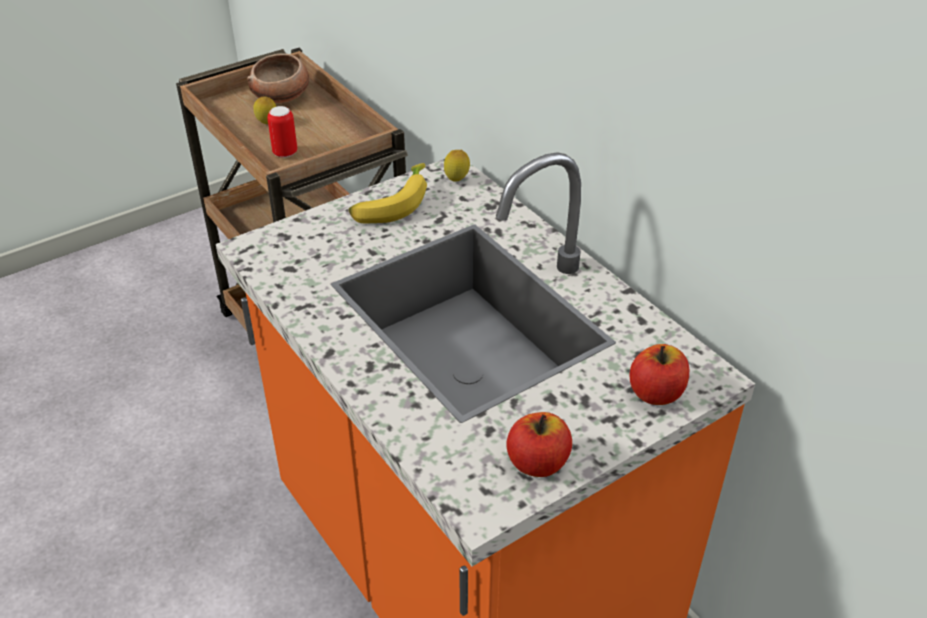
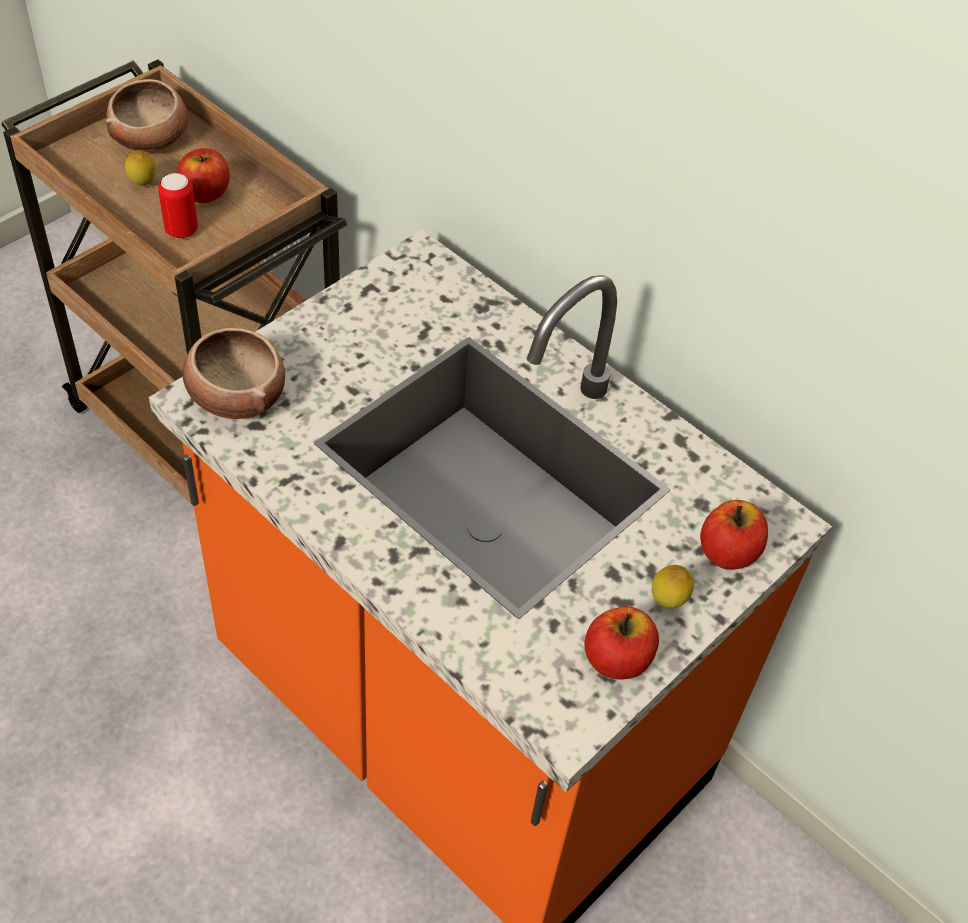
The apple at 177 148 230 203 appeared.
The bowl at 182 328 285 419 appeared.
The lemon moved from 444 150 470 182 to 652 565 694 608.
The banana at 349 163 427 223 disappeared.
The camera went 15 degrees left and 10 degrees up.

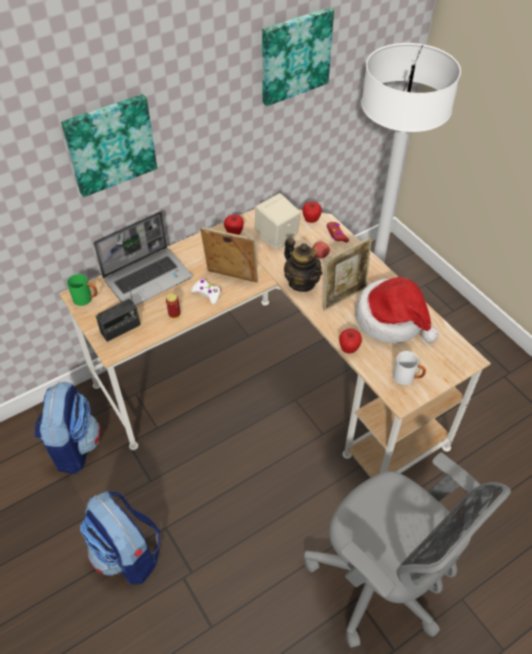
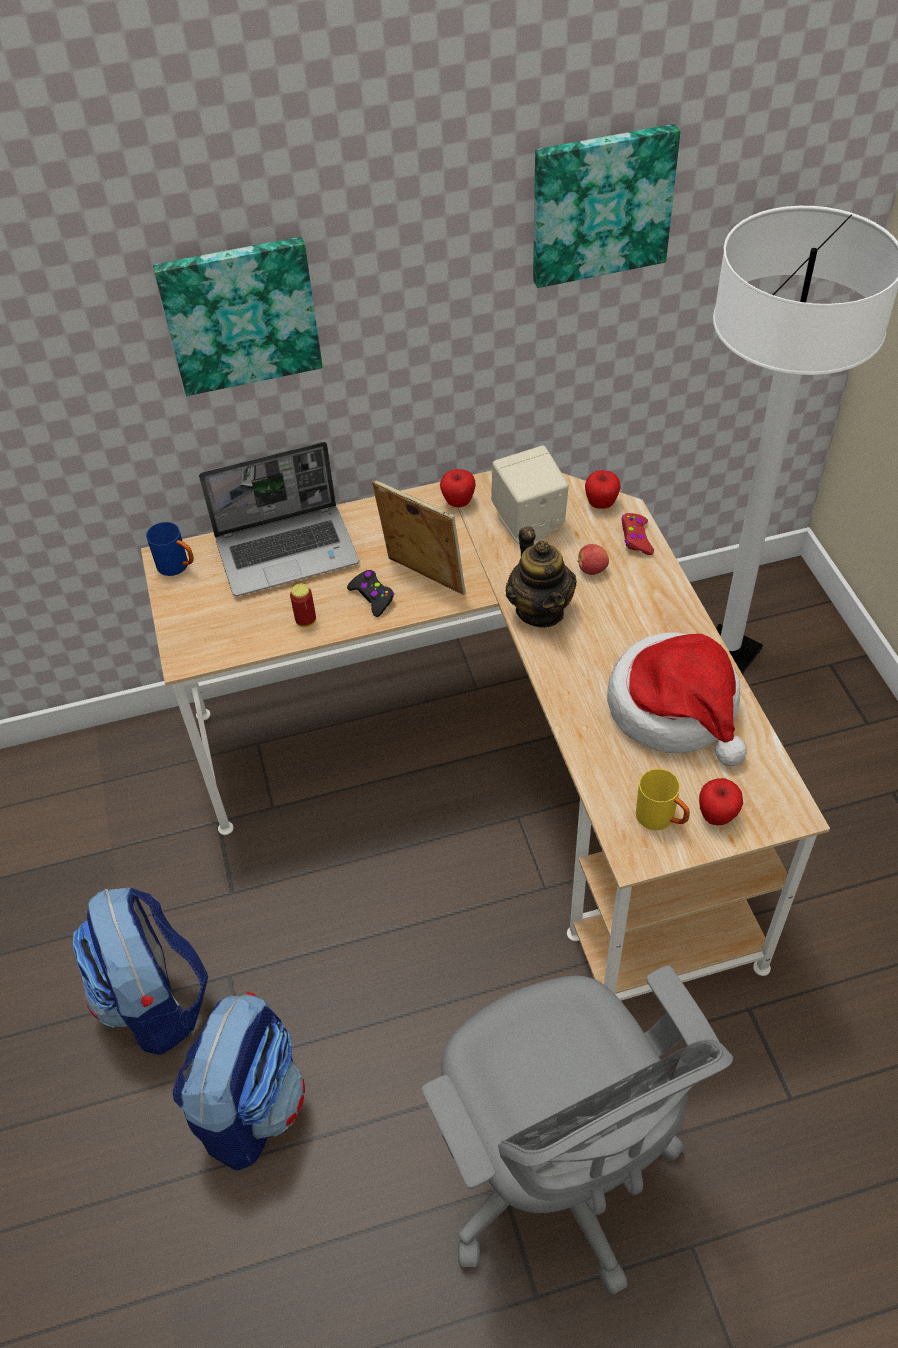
The tea mug/greenish at 67 274 98 306 became the tea mug/bluish at 146 522 194 576.
The knapsack moved from 35 382 101 474 to 173 992 305 1170.
The game controller/white at 191 279 221 304 became the game controller/black-coloured at 347 570 394 617.
The tea mug/white at 393 351 426 385 became the tea mug/yellow-coloured at 636 769 690 831.
The apple moved from 339 328 362 354 to 699 778 743 825.
The radio set at 96 288 141 342 disappeared.
The standing frame at 323 237 372 311 disappeared.
The camera went 20 degrees right and 0 degrees up.

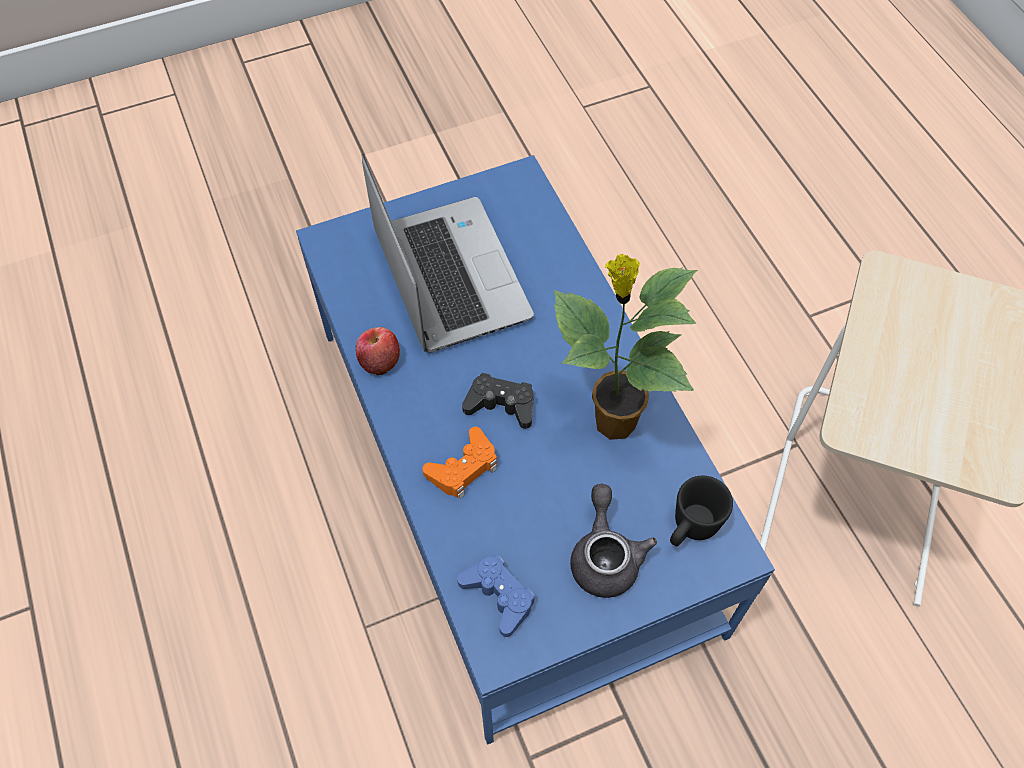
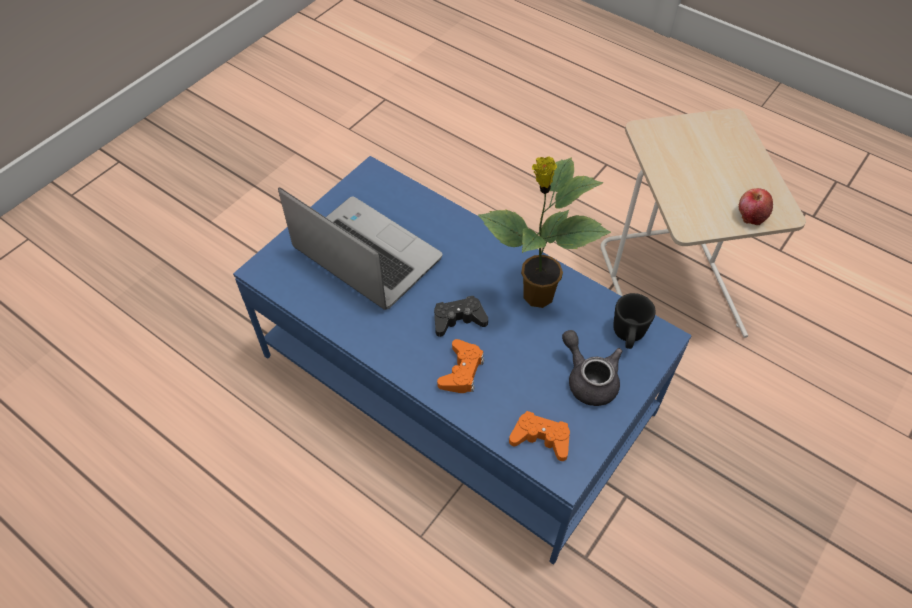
The game controller/bluish at 457 555 535 637 became the game controller/orangey at 509 411 570 461.
The apple moved from 355 327 400 376 to 739 188 773 225.
The camera went 30 degrees left and 5 degrees down.

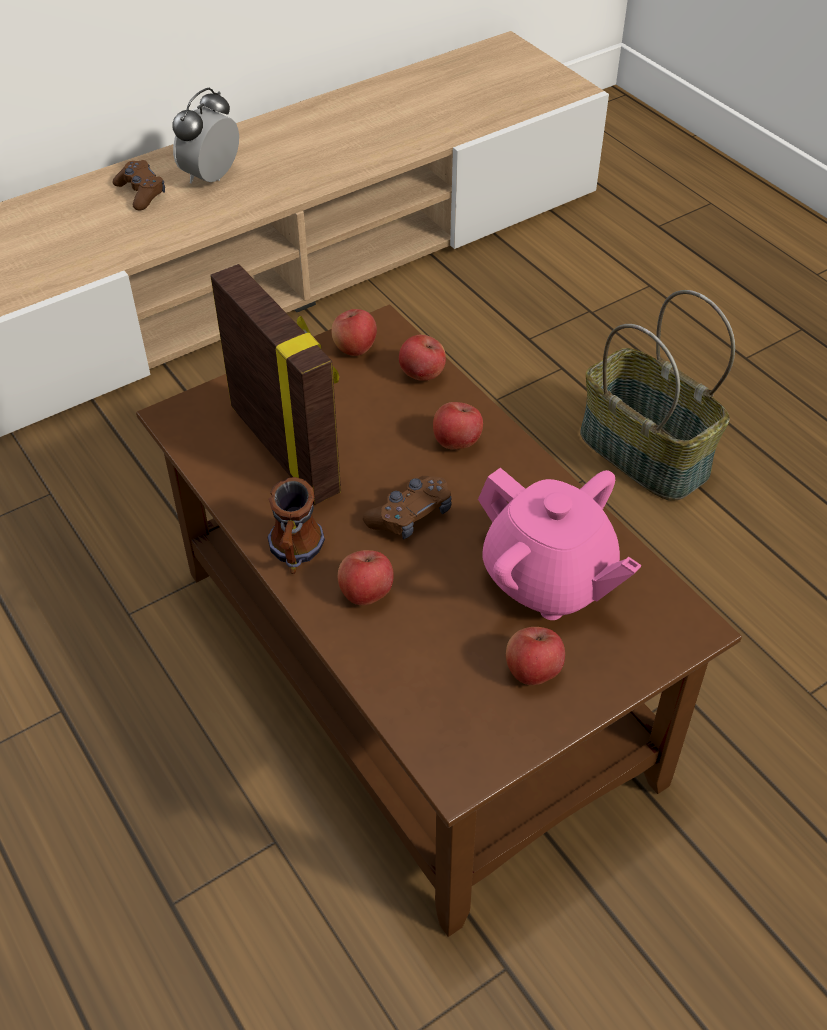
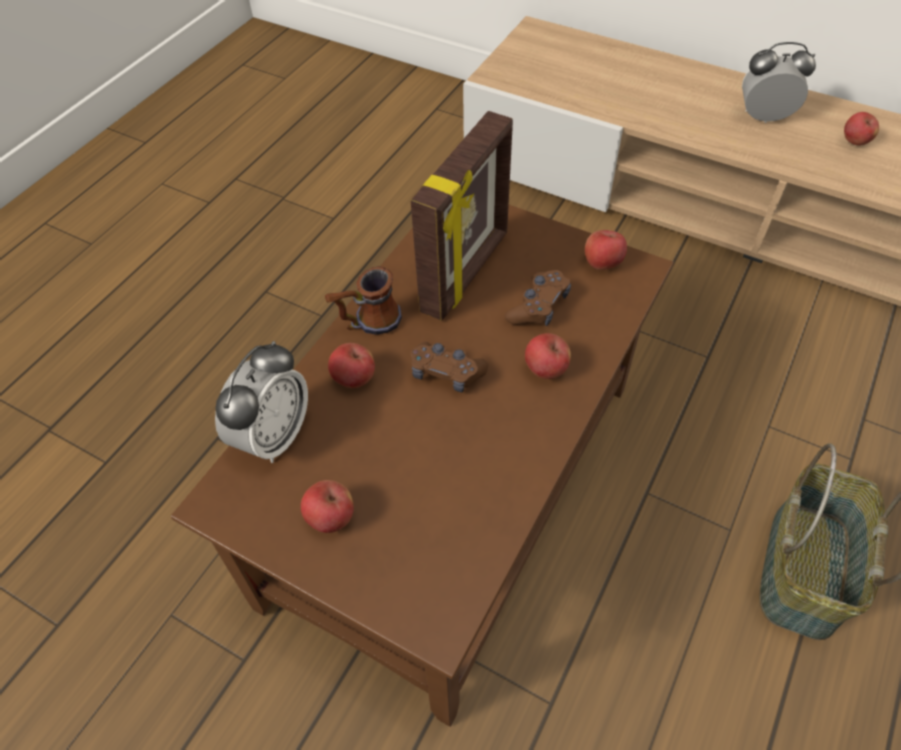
The bedside clock at 215 341 308 463 appeared.
The game controller/brown moved from 112 160 165 211 to 505 270 571 326.
The apple moved from 399 335 446 381 to 844 112 879 146.
The pot for tea/pink at 478 468 641 620 disappeared.
The camera went 65 degrees right and 5 degrees up.

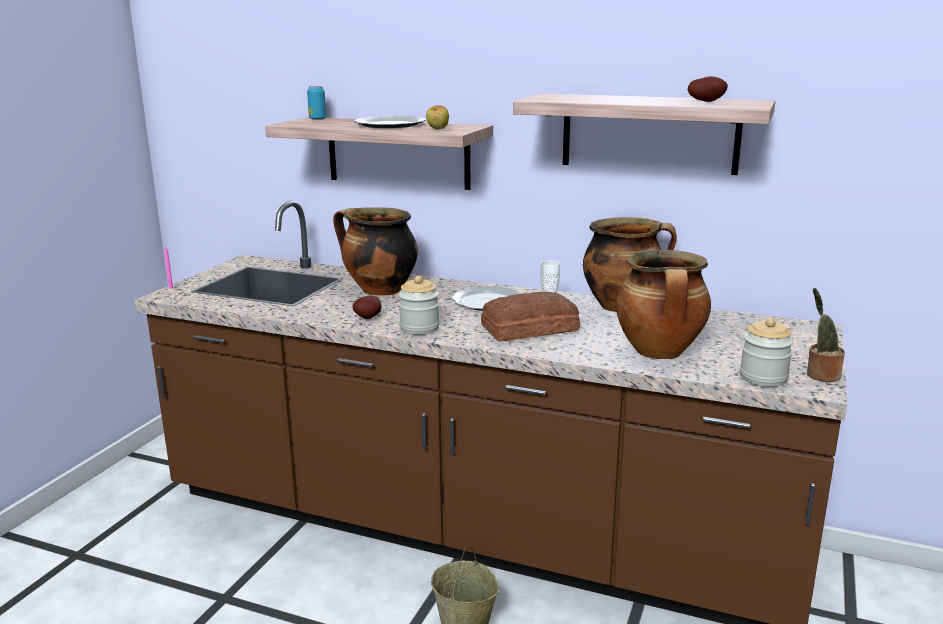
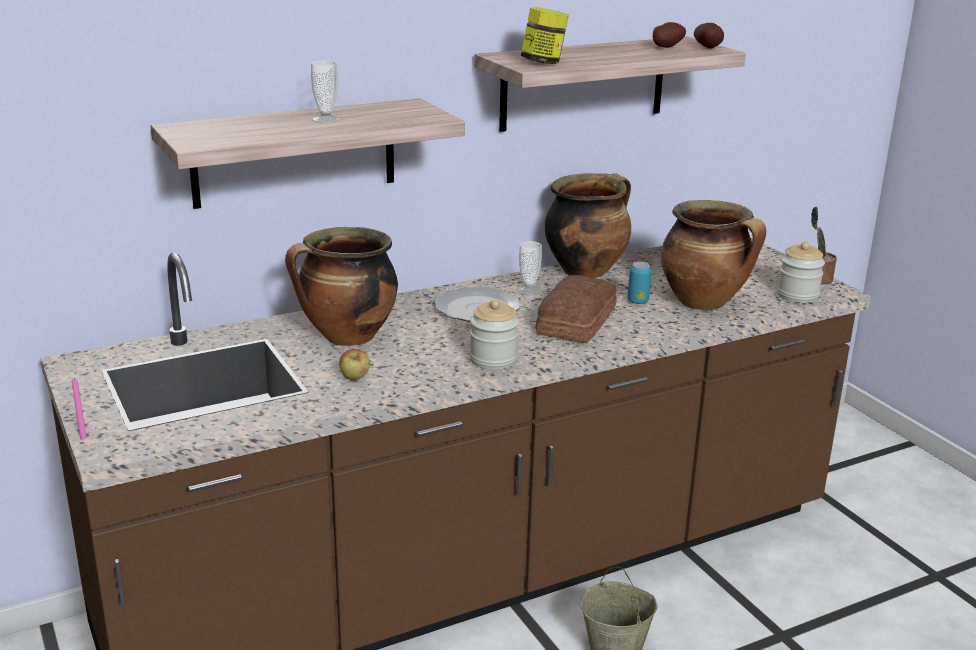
The dinner plate at 354 116 426 128 was replaced by the cup at 311 61 340 123.
The apple moved from 426 105 449 130 to 339 349 370 380.
The jar at 521 7 569 64 appeared.
The metal can moved from 307 86 326 120 to 628 262 652 304.
The potato moved from 352 296 381 319 to 694 23 724 49.
The camera went 50 degrees left and 5 degrees up.

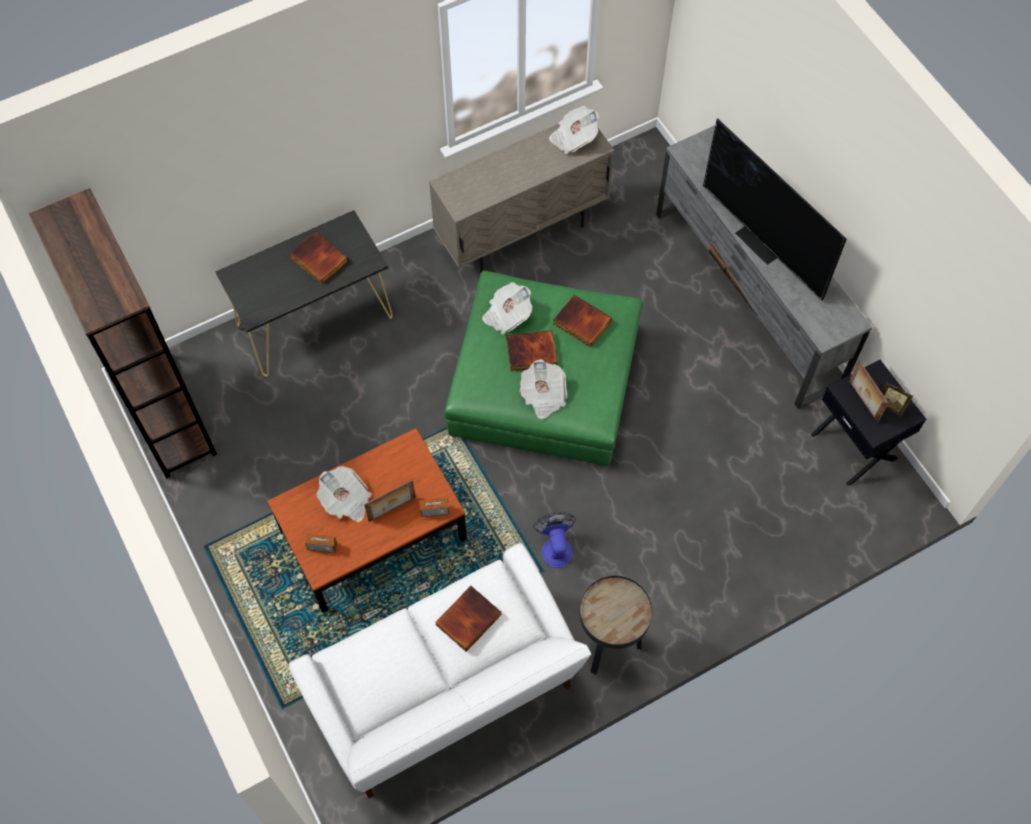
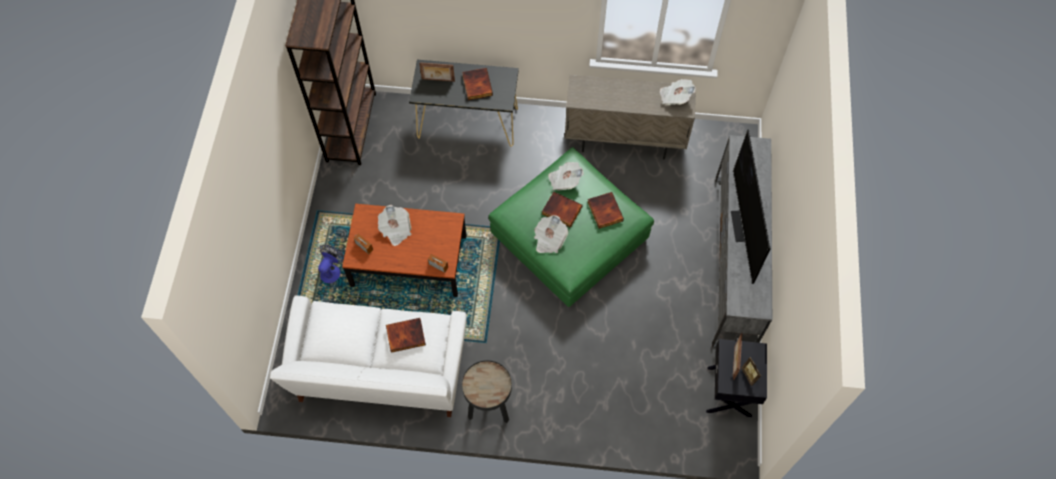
The cooling fan moved from 533 512 576 568 to 318 245 344 283.
The standing frame moved from 364 479 416 522 to 419 62 455 82.
The camera went 35 degrees right and 0 degrees up.

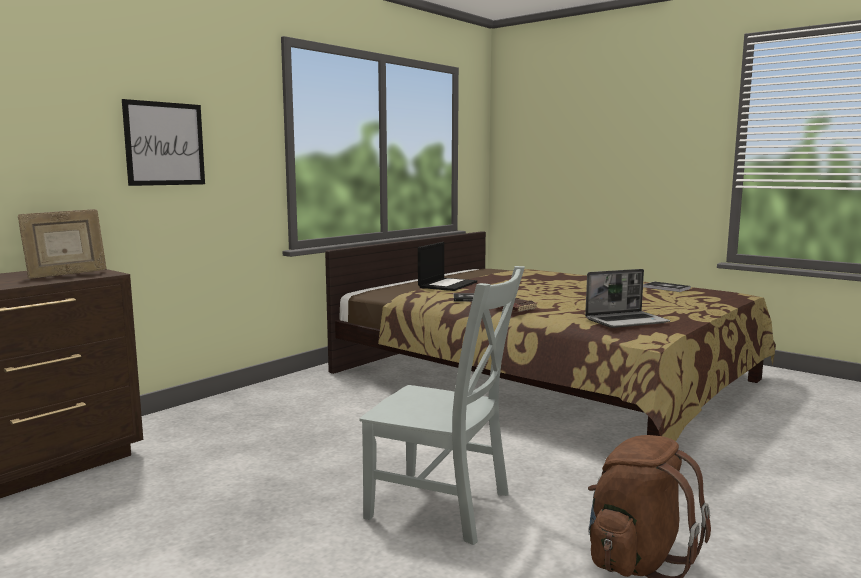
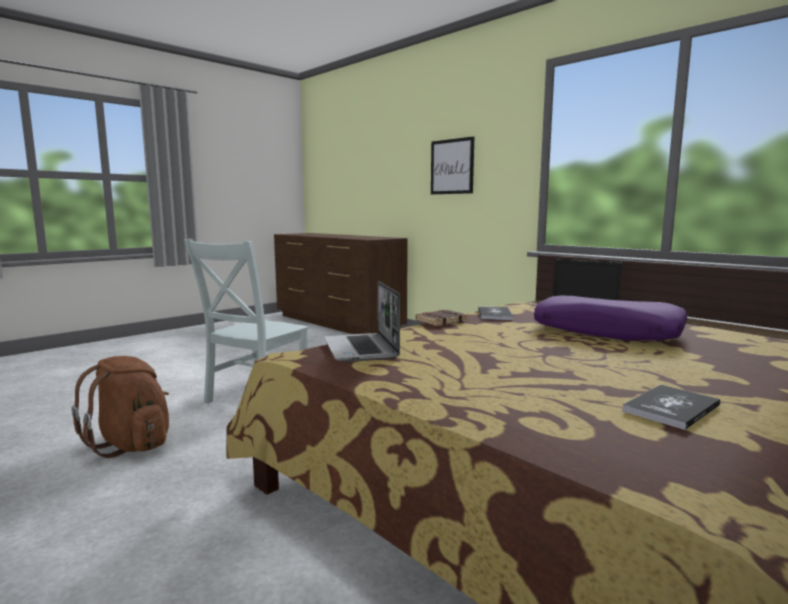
The cushion/purple at 534 296 687 340 appeared.
The standing frame at 18 209 107 279 disappeared.
The camera went 95 degrees right and 0 degrees up.

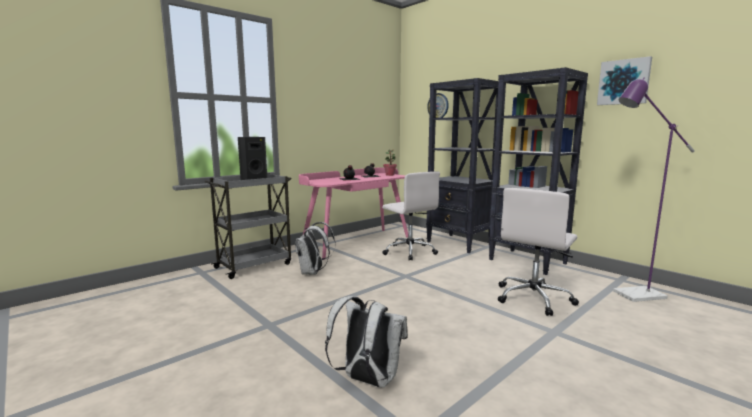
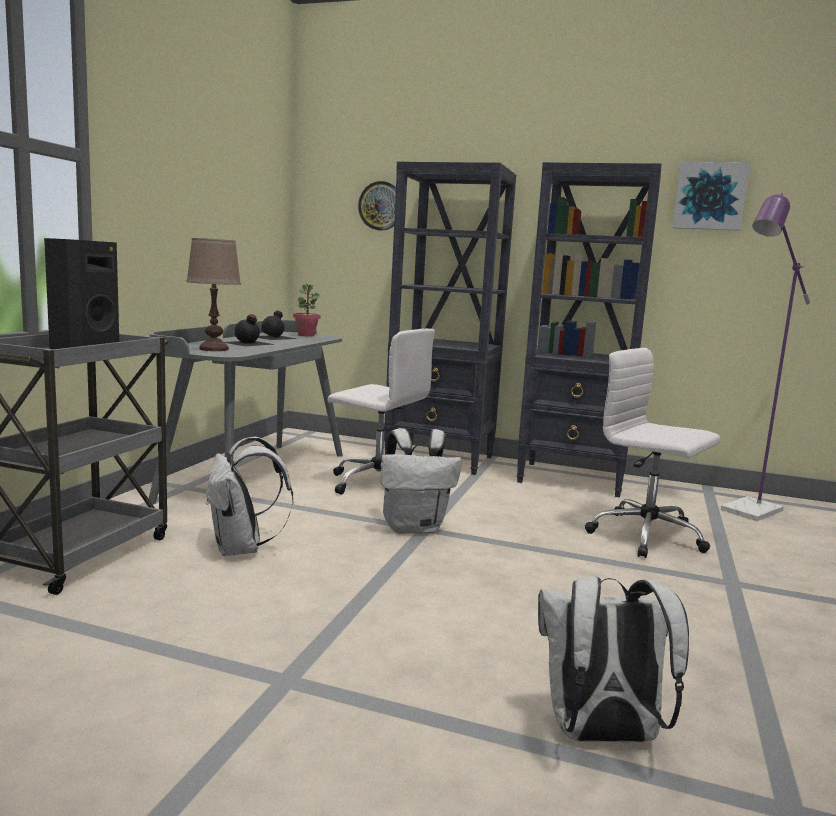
The desk unit/pink at 299 167 408 260 became the desk unit/grey at 149 320 343 504.
The tabletop lamp/brown at 186 238 241 351 appeared.
The knapsack/white at 381 428 462 534 appeared.
The office chair/white at 498 188 579 316 turned 120 degrees clockwise.
The camera went 30 degrees left and 0 degrees up.

